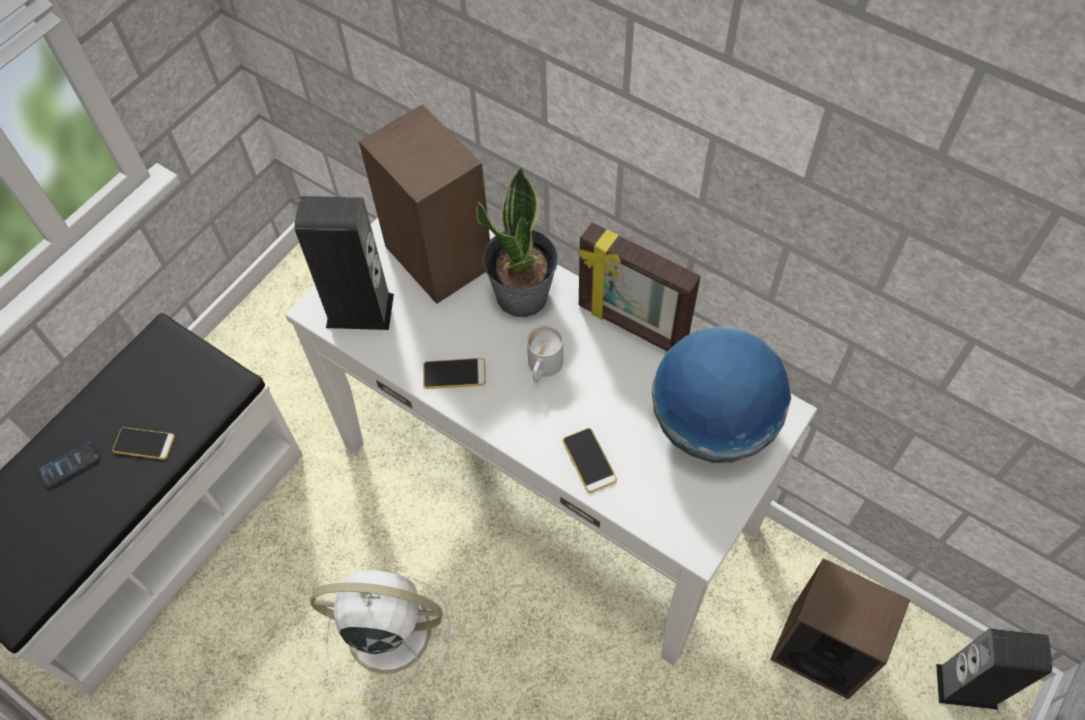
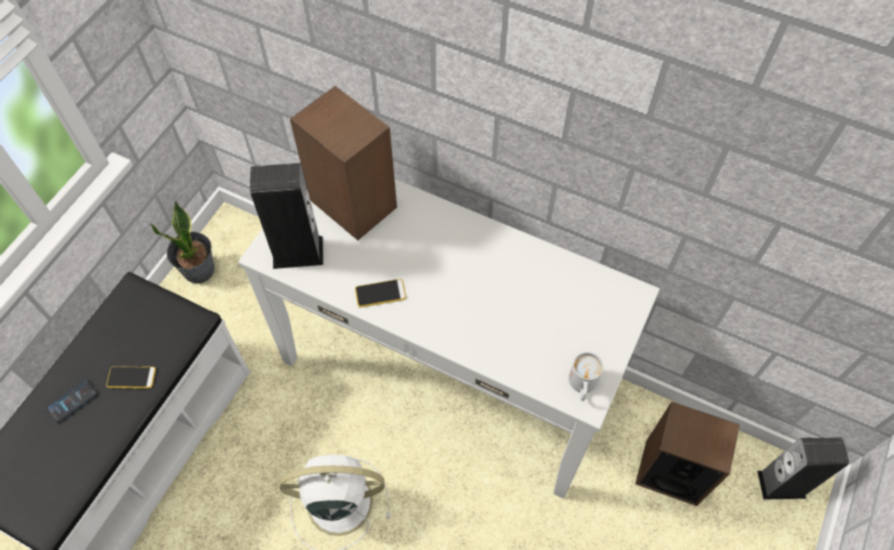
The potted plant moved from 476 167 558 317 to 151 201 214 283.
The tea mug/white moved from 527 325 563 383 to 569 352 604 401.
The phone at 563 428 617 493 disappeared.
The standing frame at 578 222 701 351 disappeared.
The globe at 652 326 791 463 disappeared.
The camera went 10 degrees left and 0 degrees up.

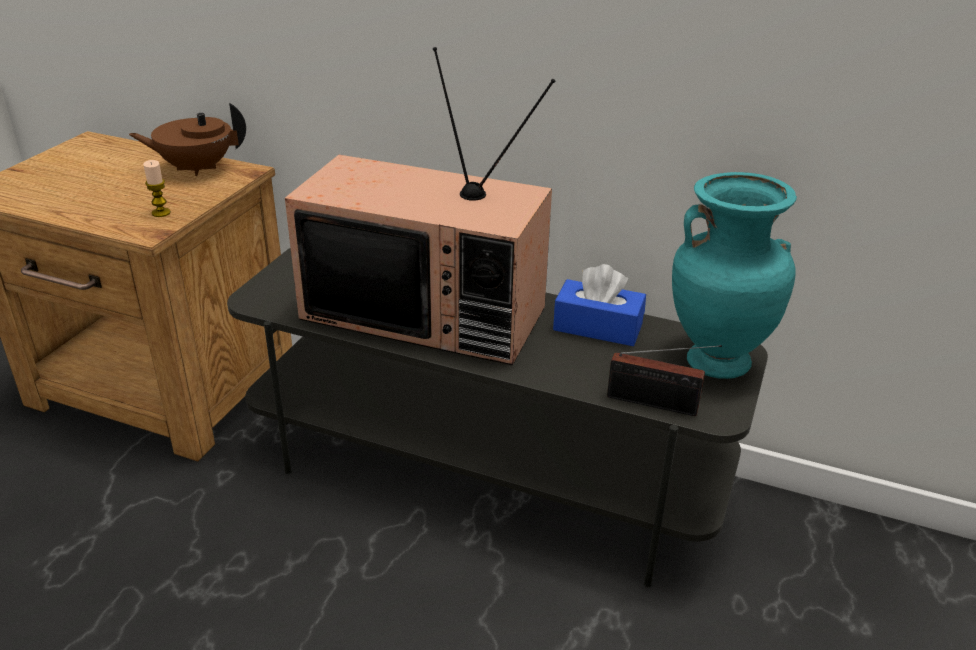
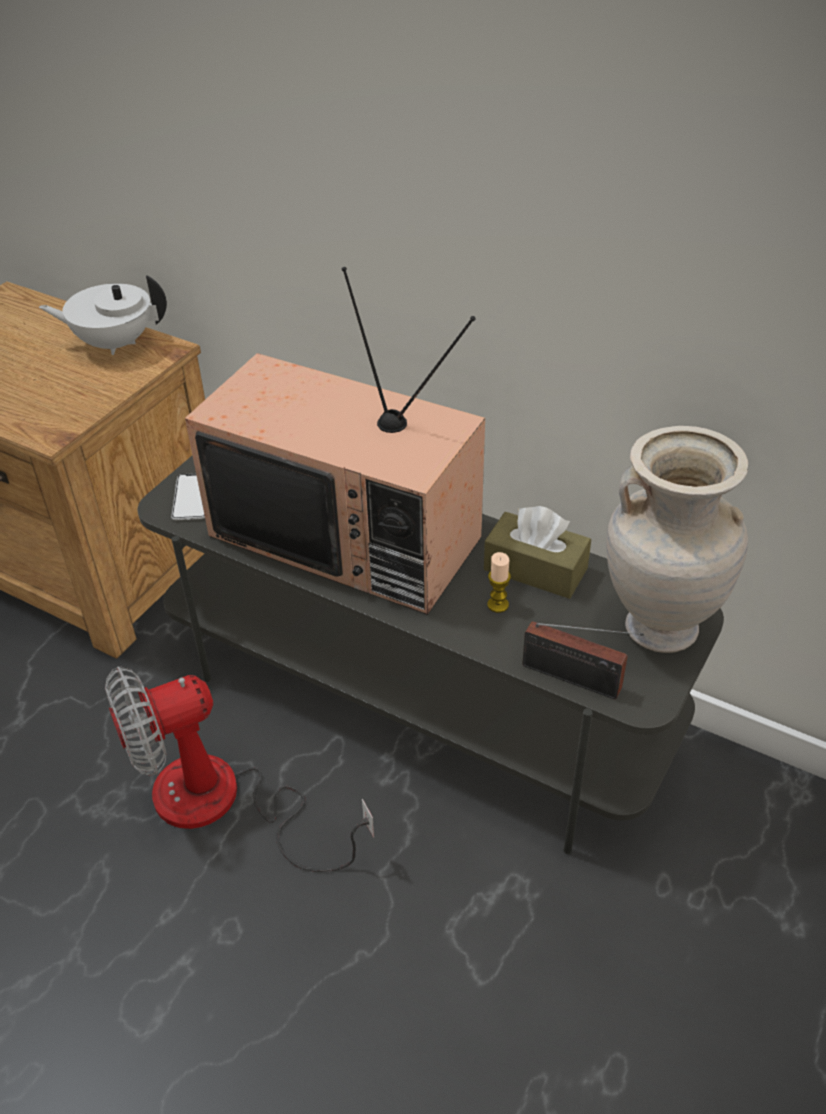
The pot for tea/brown at 128 103 246 176 became the pot for tea/white at 39 275 167 355.
The cooling fan at 105 666 375 872 appeared.
The phone at 171 473 205 520 appeared.
The box of tissues/bluish at 553 264 646 346 became the box of tissues/brown at 484 506 591 599.
The wax candle moved from 143 160 171 217 to 487 552 511 613.
The vase/turquoise-coloured at 672 172 797 379 became the vase/sand-coloured at 606 426 749 653.
The camera went 10 degrees right and 10 degrees up.

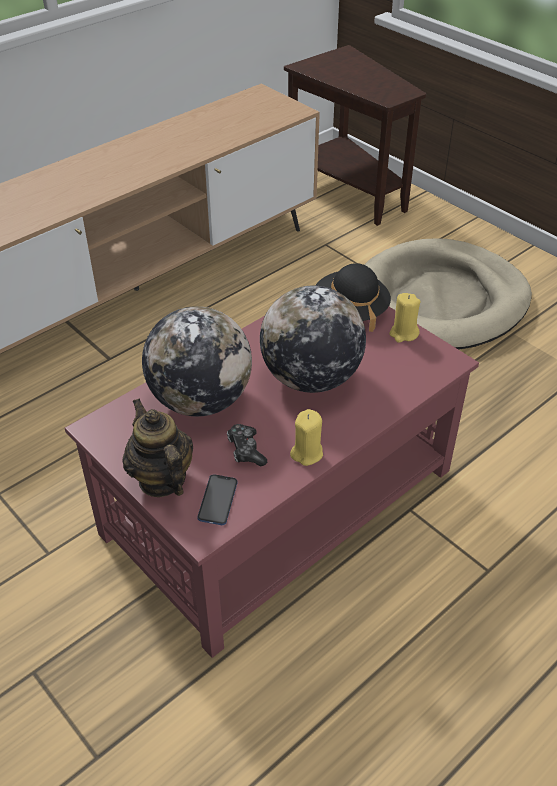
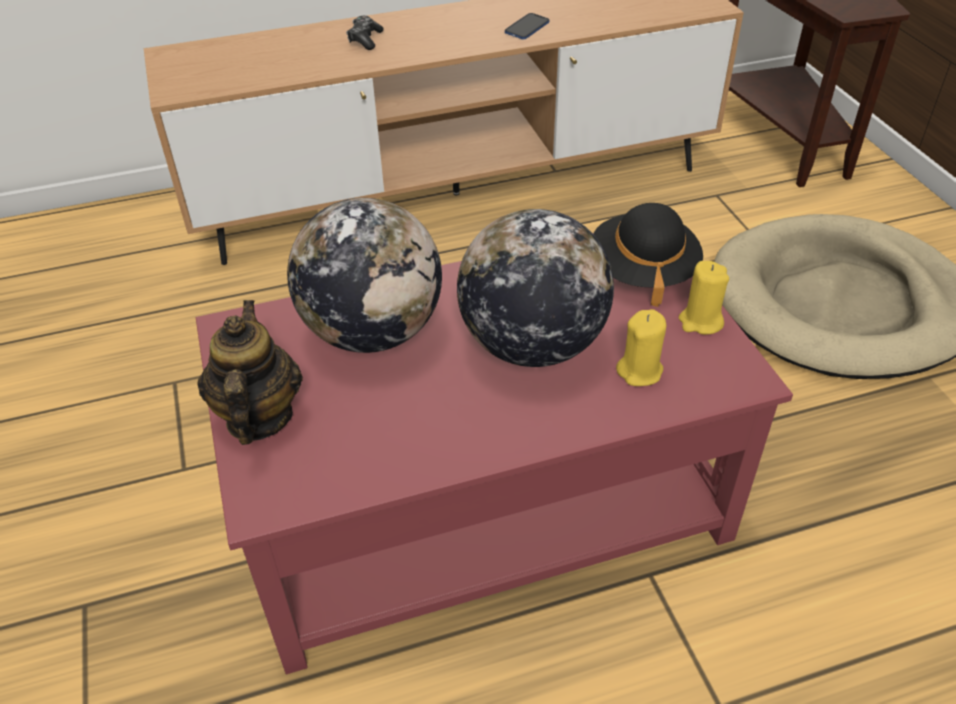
The game controller moved from 227 424 267 466 to 346 16 384 50.
The phone moved from 197 474 237 525 to 505 13 550 39.
The wax candle/yellow-coloured moved from 290 409 323 466 to 616 309 666 386.
The camera went 25 degrees right and 0 degrees up.

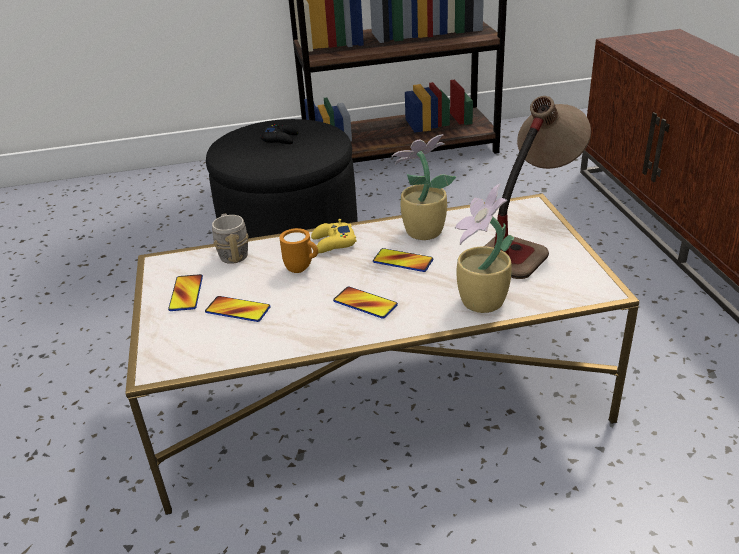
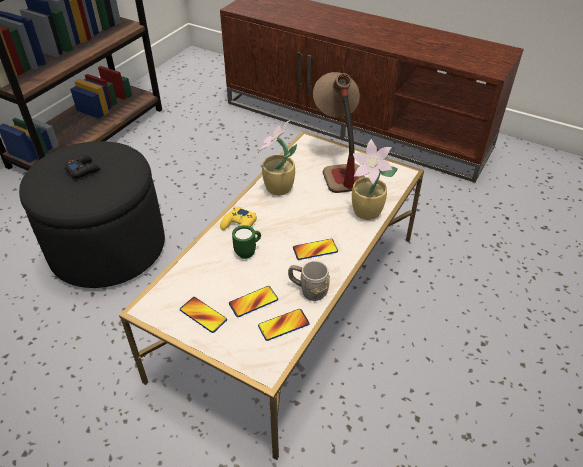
The tea mug/orangey at 279 228 318 273 became the tea mug/greenish at 232 225 261 259.
The phone moved from 373 248 433 272 to 258 309 310 341.
The tea mug/grey moved from 212 213 249 264 to 288 261 330 301.
The camera went 50 degrees left and 10 degrees up.

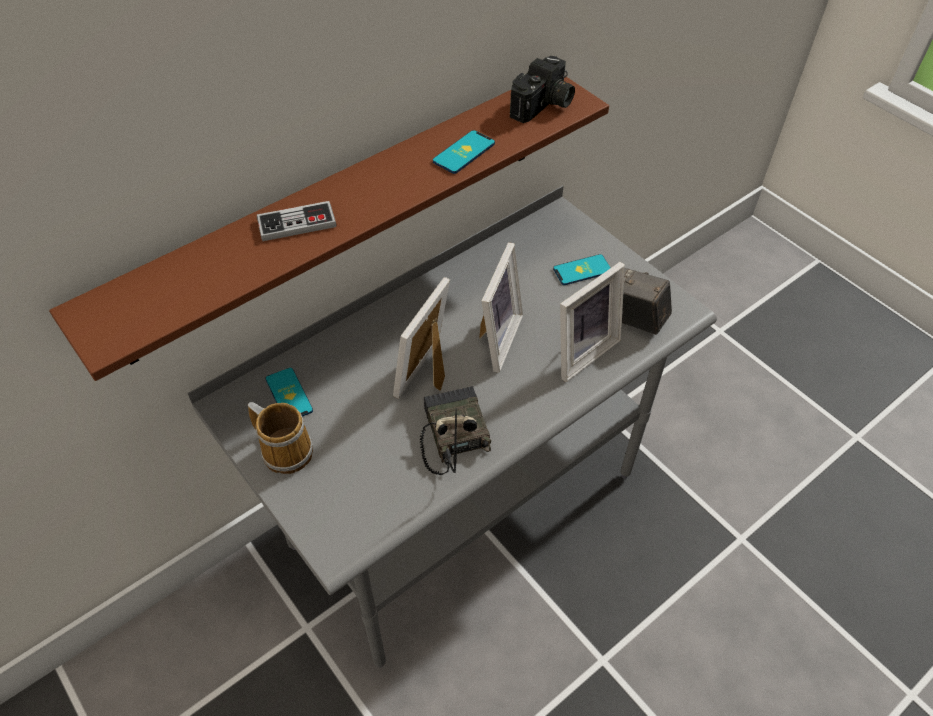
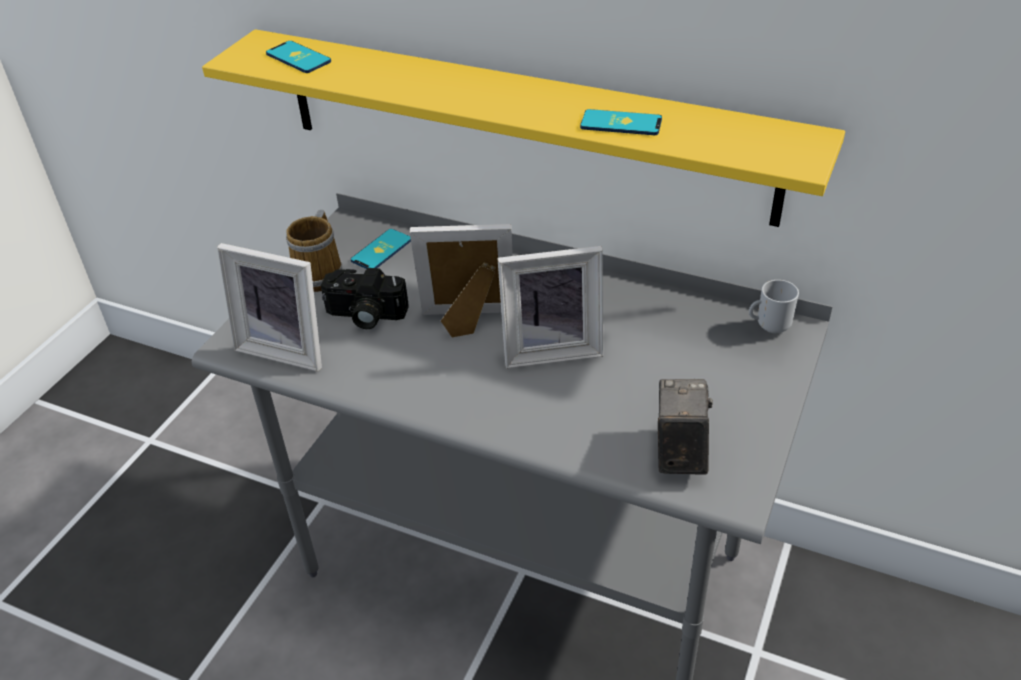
The bracket shelf/brown at 49 75 609 381 became the bracket shelf/yellow-coloured at 202 29 845 227.
The standing frame moved from 560 262 625 382 to 217 243 322 371.
The phone moved from 553 254 611 285 to 266 41 331 73.
The still camera moved from 510 56 575 123 to 321 268 409 329.
The tea mug at 749 280 799 333 appeared.
The game controller at 257 201 337 241 disappeared.
The radio set at 420 386 491 475 disappeared.
The camera went 65 degrees right and 10 degrees down.

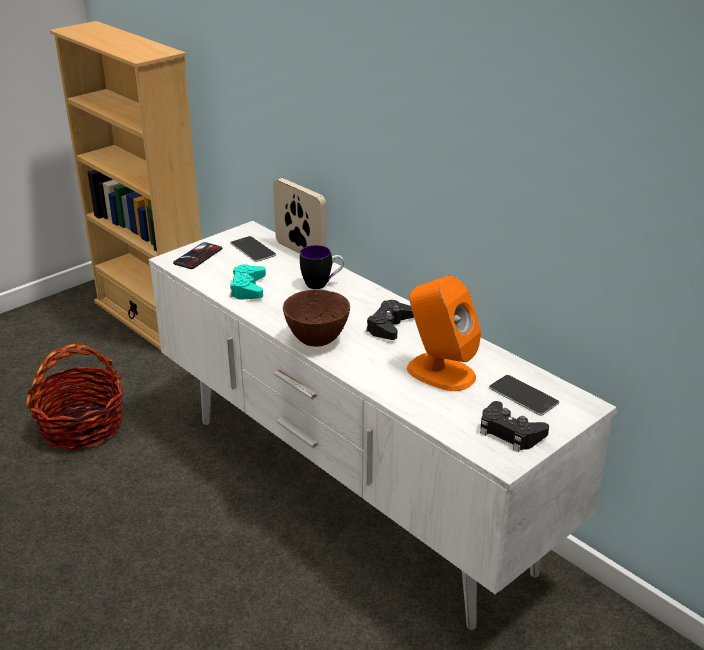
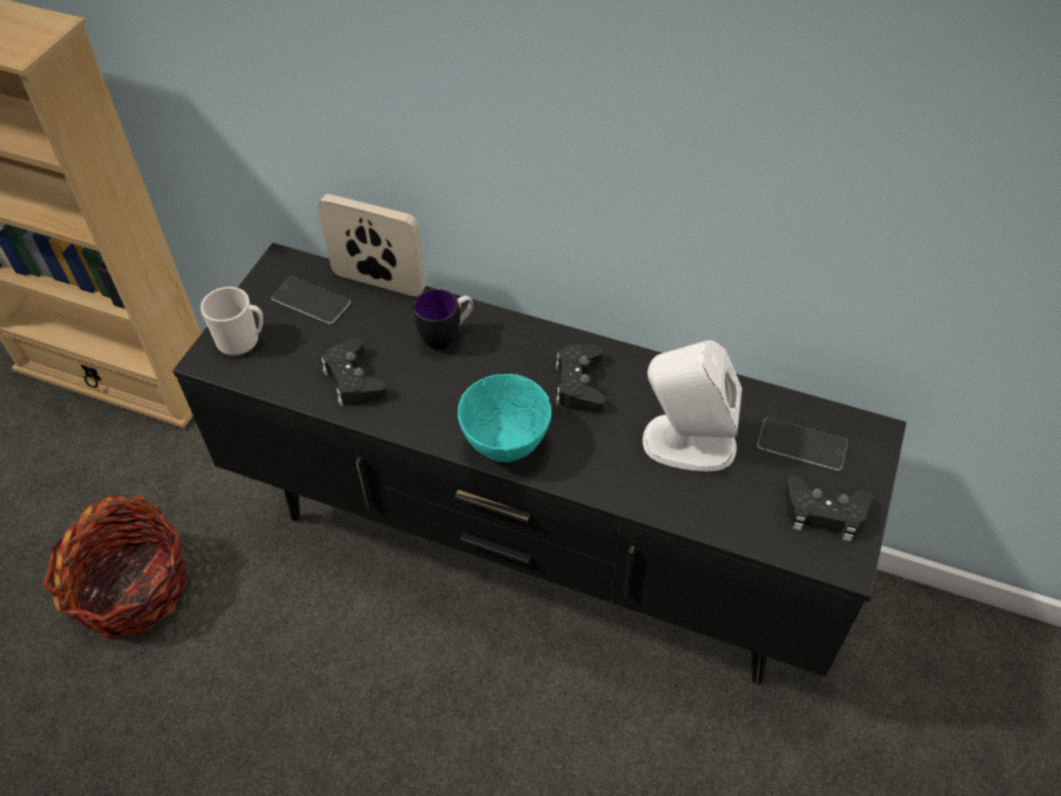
The tv stand/white at 149 221 618 630 became the tv stand/black-coloured at 173 243 907 684.
The phone at 173 242 223 269 was replaced by the tea mug at 200 287 263 356.
The game controller/turquoise-coloured at 230 264 266 300 became the game controller/black-coloured at 321 338 387 406.
The bowl/brown at 283 290 350 347 became the bowl/turquoise-coloured at 458 374 552 462.
The audio speaker/orangey at 407 276 481 391 became the audio speaker/white at 643 340 742 471.
The camera went 25 degrees left and 20 degrees up.

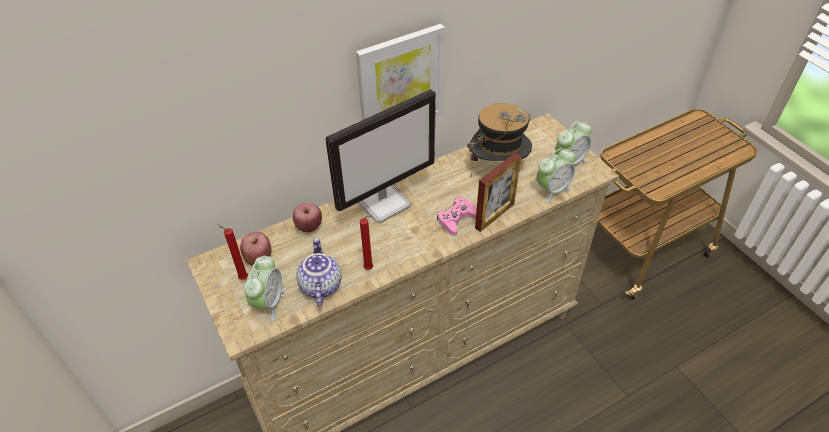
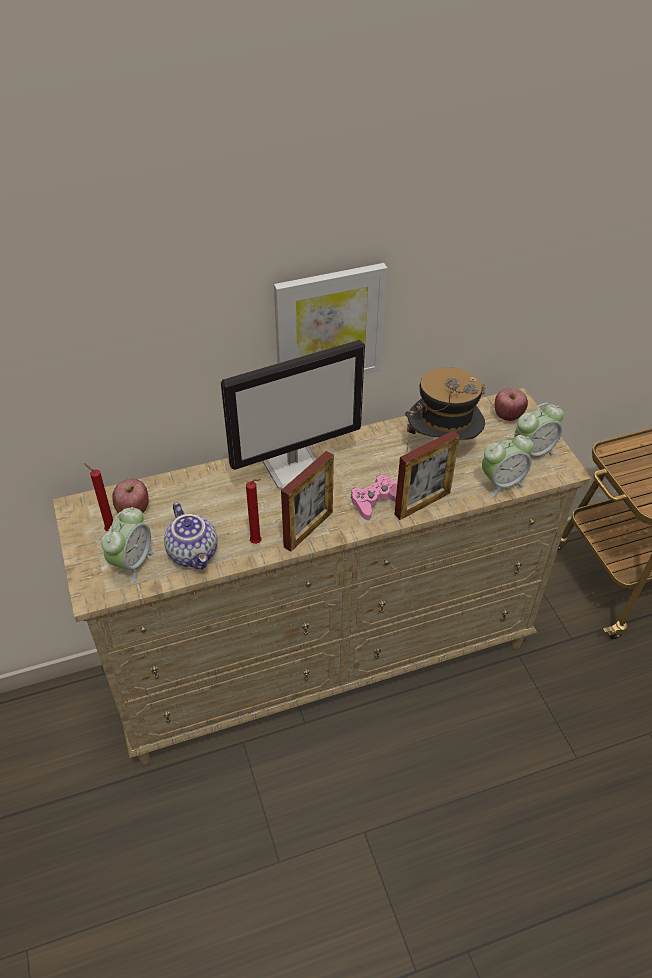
The pot for tea at 296 238 341 307 turned 150 degrees clockwise.
The standing frame at 281 451 334 552 appeared.
The apple moved from 293 203 322 232 to 495 388 528 421.
The camera went 10 degrees right and 0 degrees up.

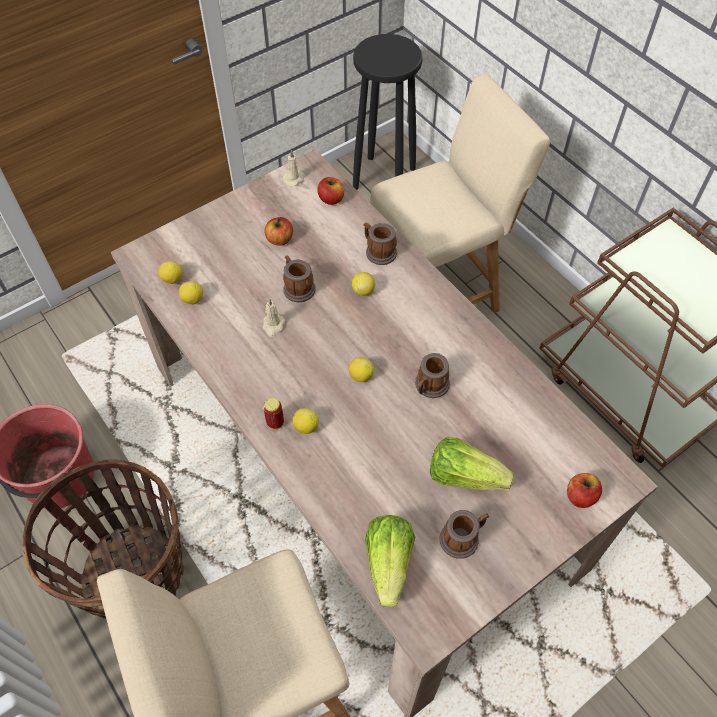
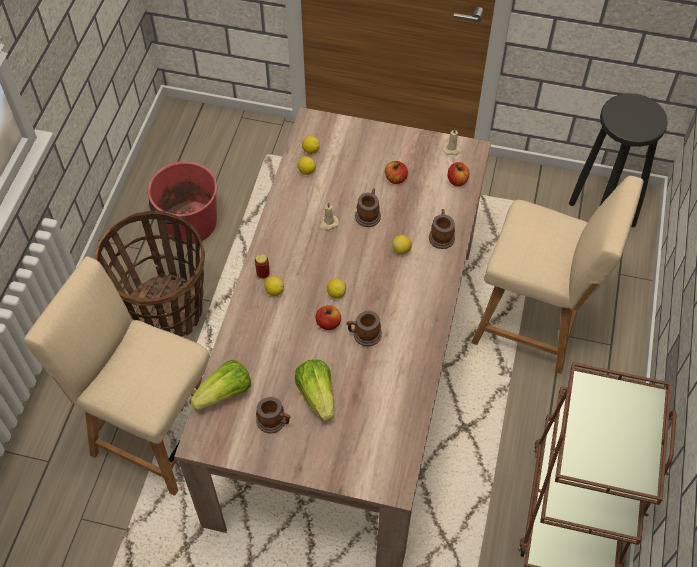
The apple moved from 567 473 602 508 to 315 305 341 330.
The camera went 50 degrees right and 0 degrees up.

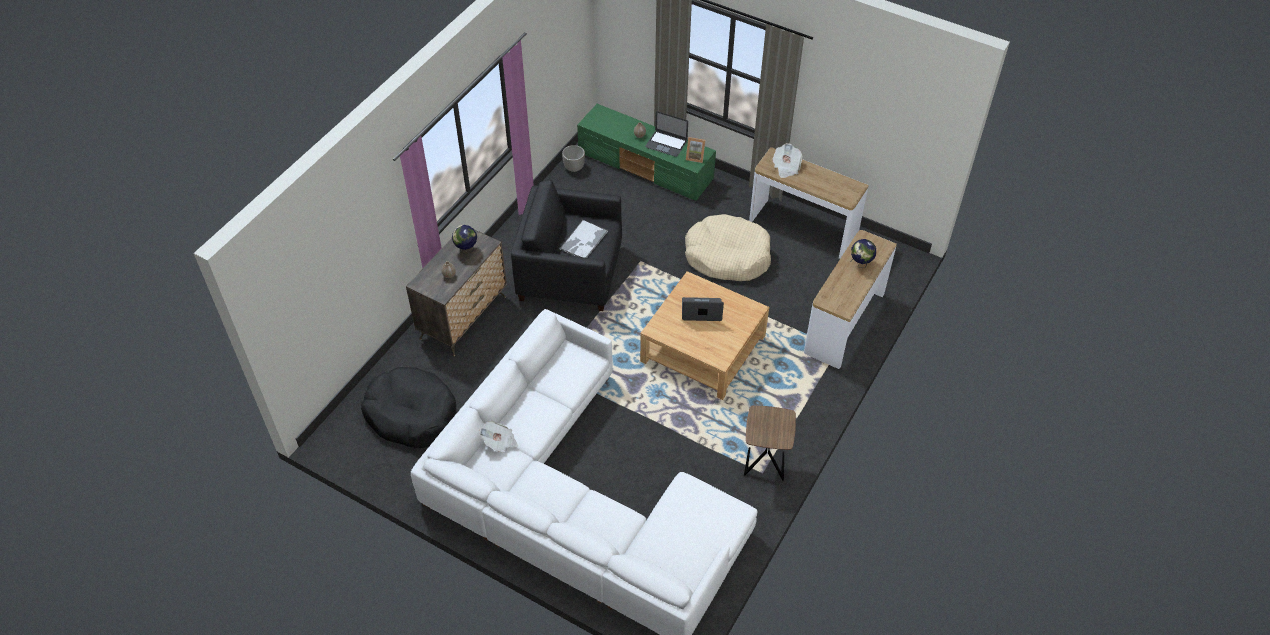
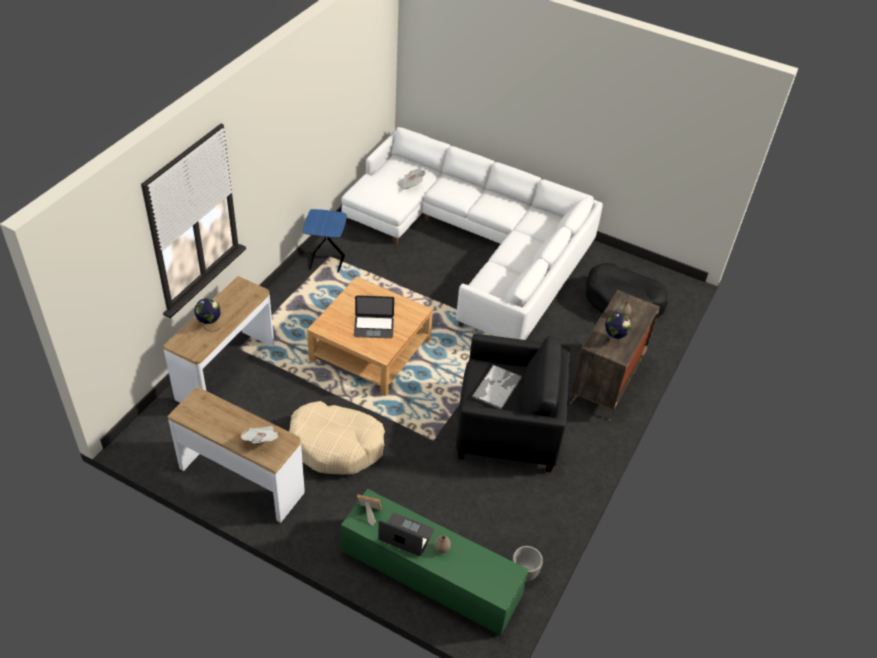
The side table/brown at 744 405 796 481 became the side table/bluish at 303 209 347 273.
The daily paper moved from 479 421 518 452 to 397 168 426 190.
The camera went 175 degrees right and 5 degrees down.

